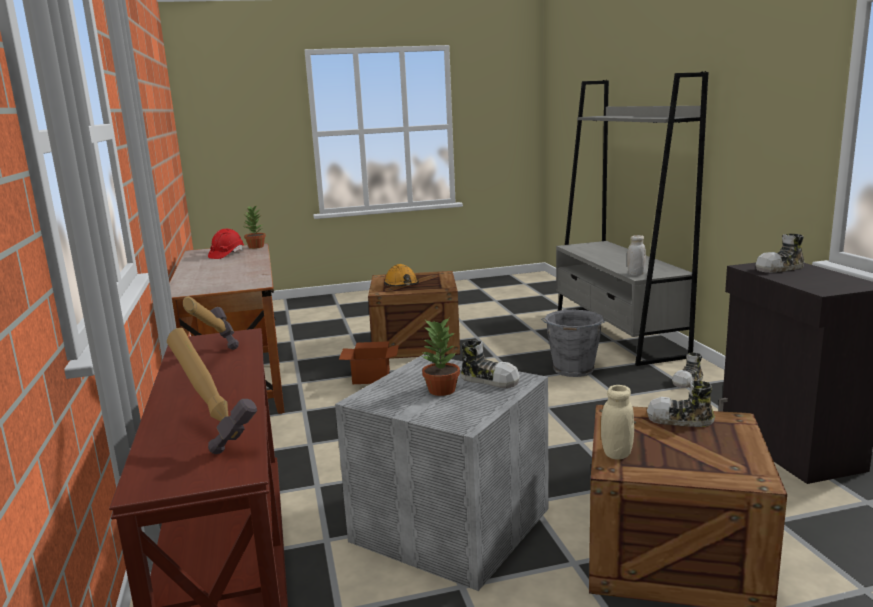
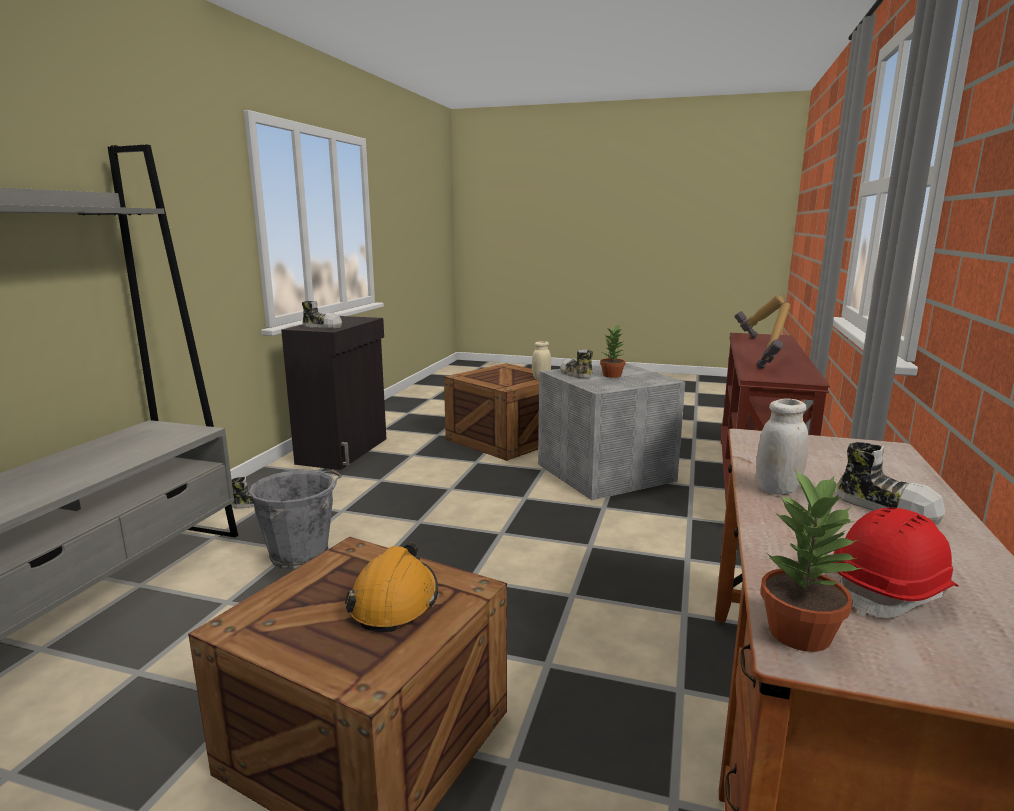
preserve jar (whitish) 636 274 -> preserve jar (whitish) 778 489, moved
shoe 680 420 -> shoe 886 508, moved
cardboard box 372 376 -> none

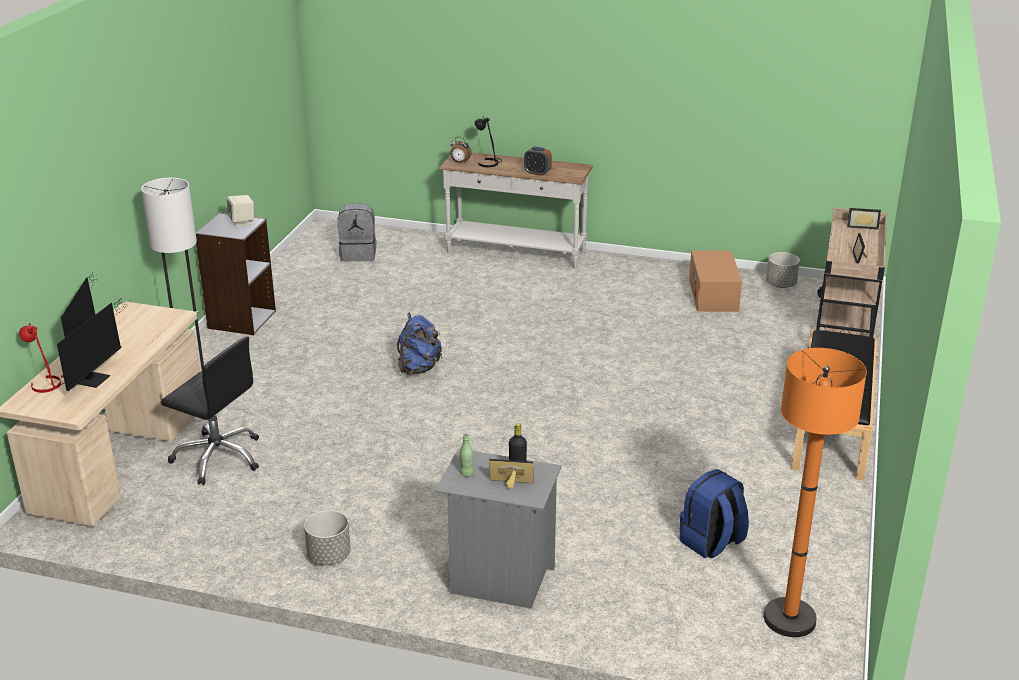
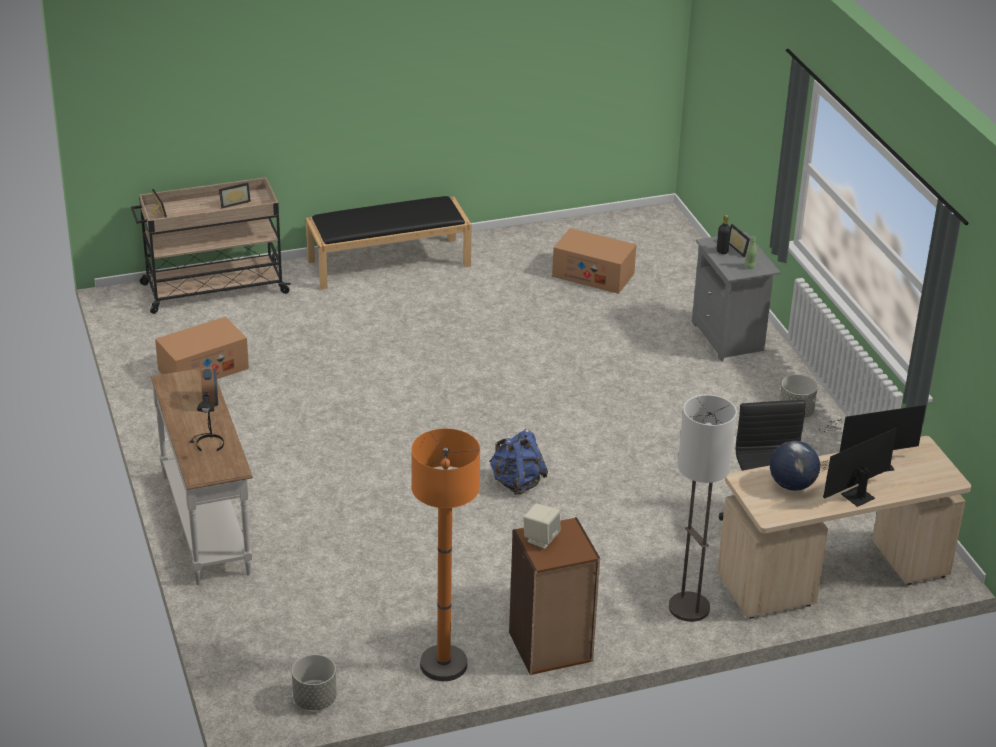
flower pot (greyish) 781 284 -> flower pot (greyish) 314 700, moved
floor lamp (orange) 789 619 -> floor lamp (orange) 443 664, moved
bookcase (greyish) 241 319 -> bookcase (brownish) 550 647
rucksack (blue-coloured) 711 542 -> cardboard box 593 275
none -> globe 791 485
tabletop lamp (red) 48 384 -> none
rucksack (greyish) 358 254 -> none
table clock 460 162 -> none

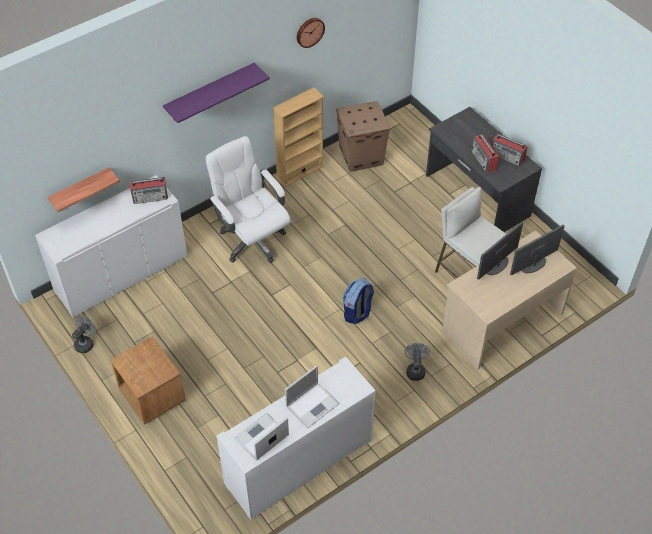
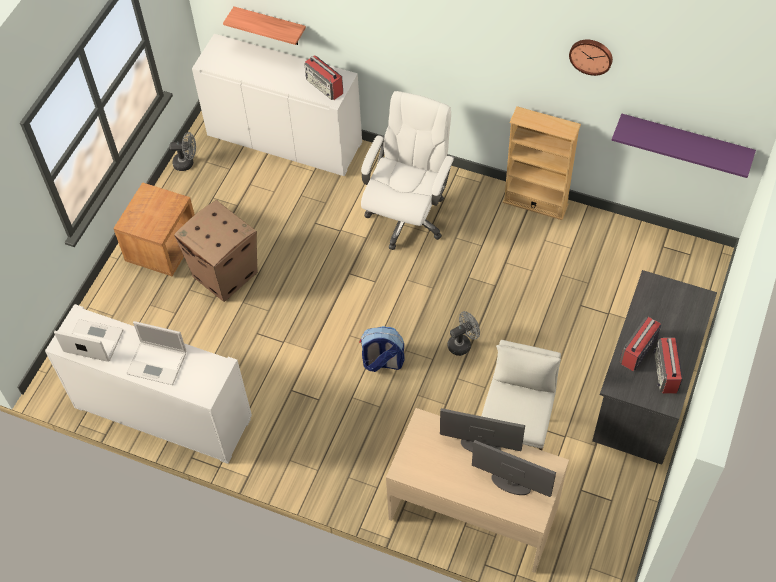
cardboard box 362 156 -> cardboard box 225 274, moved
fan (greyish) 415 370 -> fan (greyish) 462 343, moved
shelf (purplish) 210 92 -> shelf (purplish) 685 141, moved

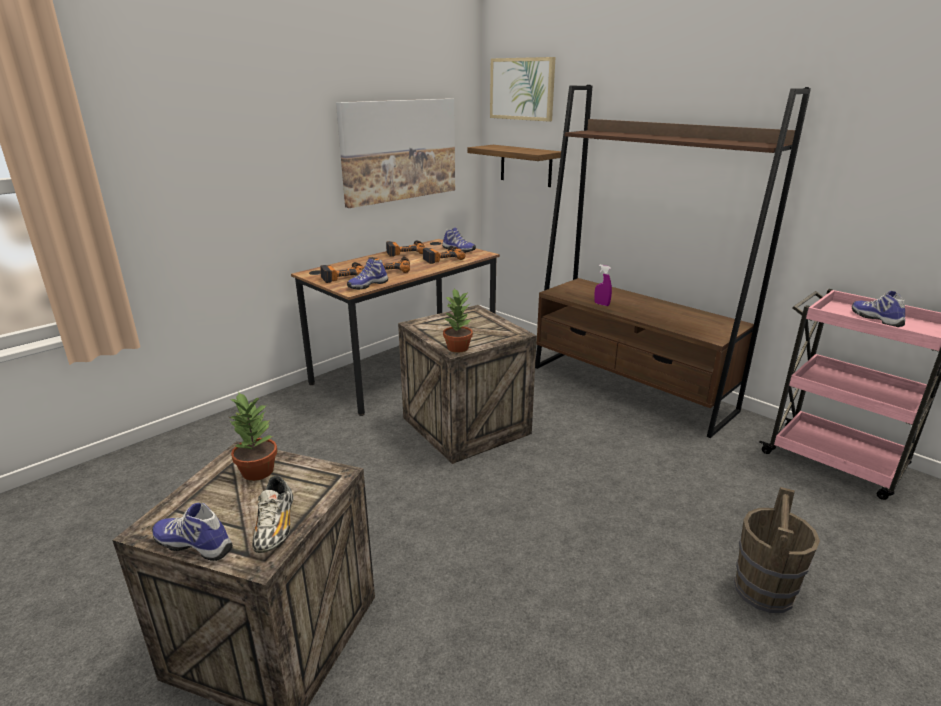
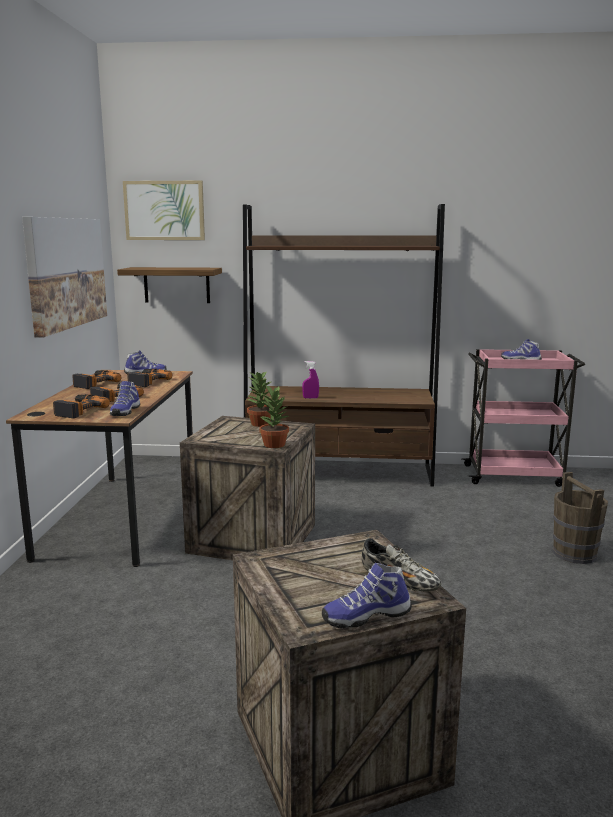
houseplant 257 471 -> houseplant 260 424, moved

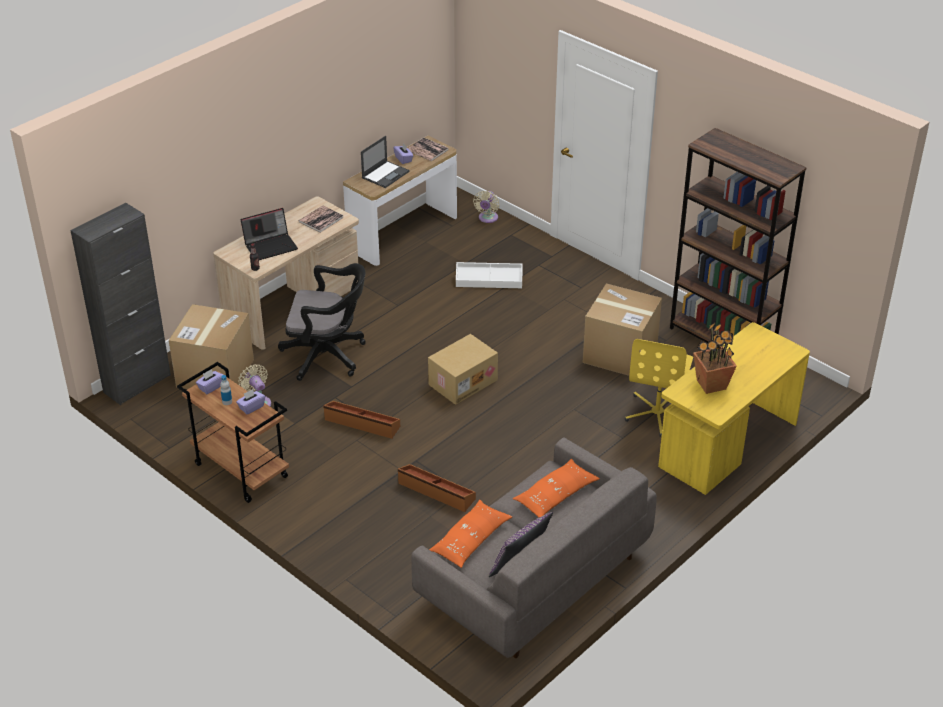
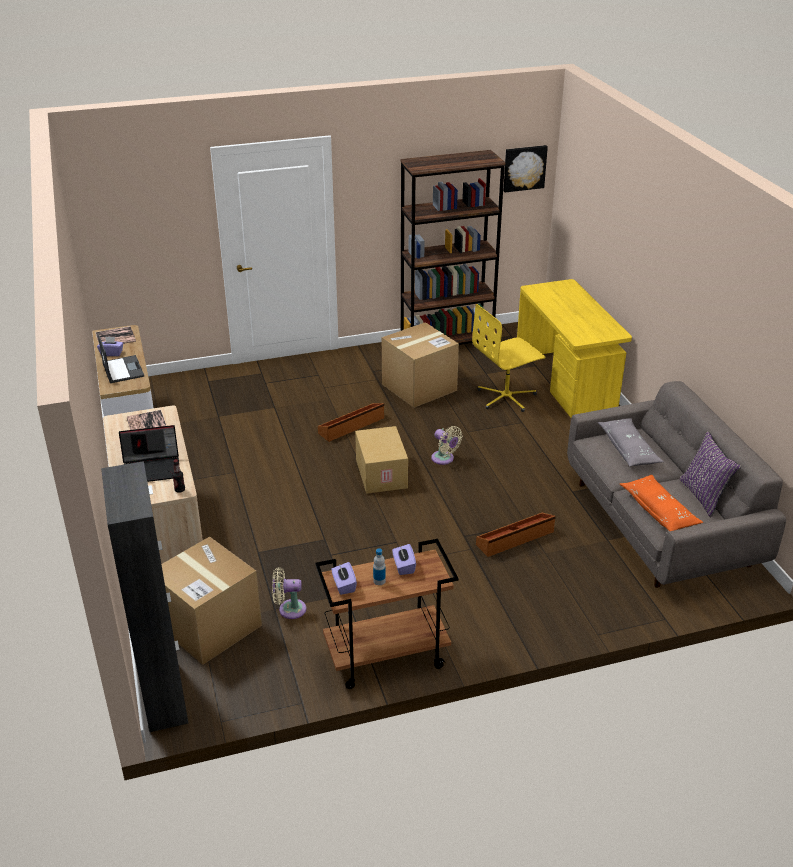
laptop 271 246 -> laptop 152 468, 75 degrees clockwise
storage box (brownish) 362 423 -> storage box (brownish) 352 426, moved
fan (beige-coloured) 487 218 -> fan (beige-coloured) 444 459, moved
office chair (yellowish) 657 413 -> office chair (yellowish) 506 397, 105 degrees clockwise
none -> wall art 524 168
throw pillow (orange) 556 495 -> throw pillow (greyish) 628 449
office chair (black) 328 356 -> none
storage box (whitish) 489 281 -> none
houseplant 711 384 -> none

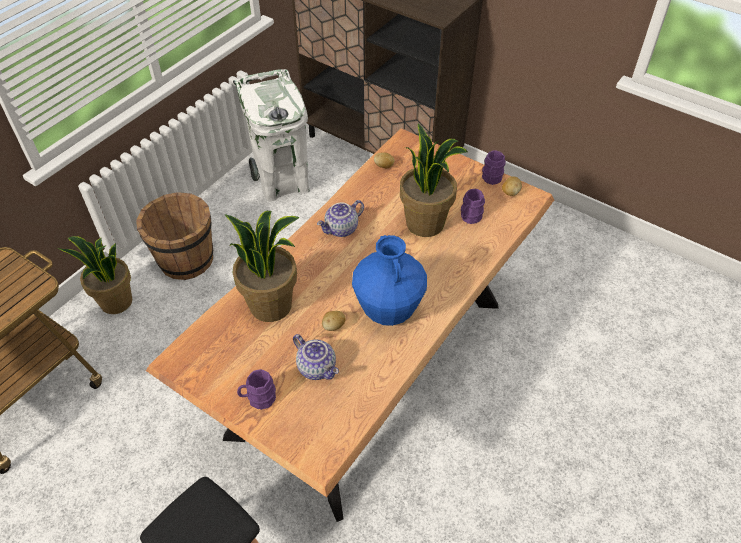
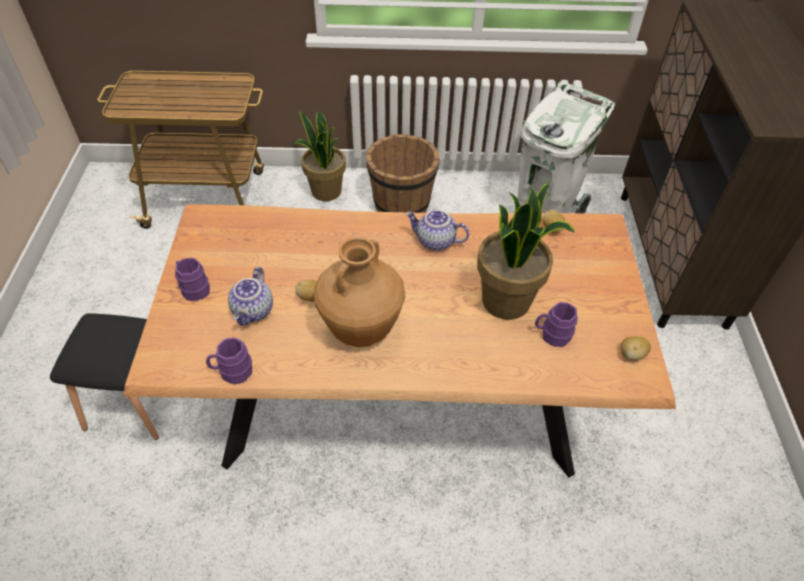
tea mug (purplish) 491 179 -> tea mug (purplish) 232 372, moved
flower vase (blue-coloured) 388 312 -> flower vase (brownish) 361 330
houseplant 271 304 -> none

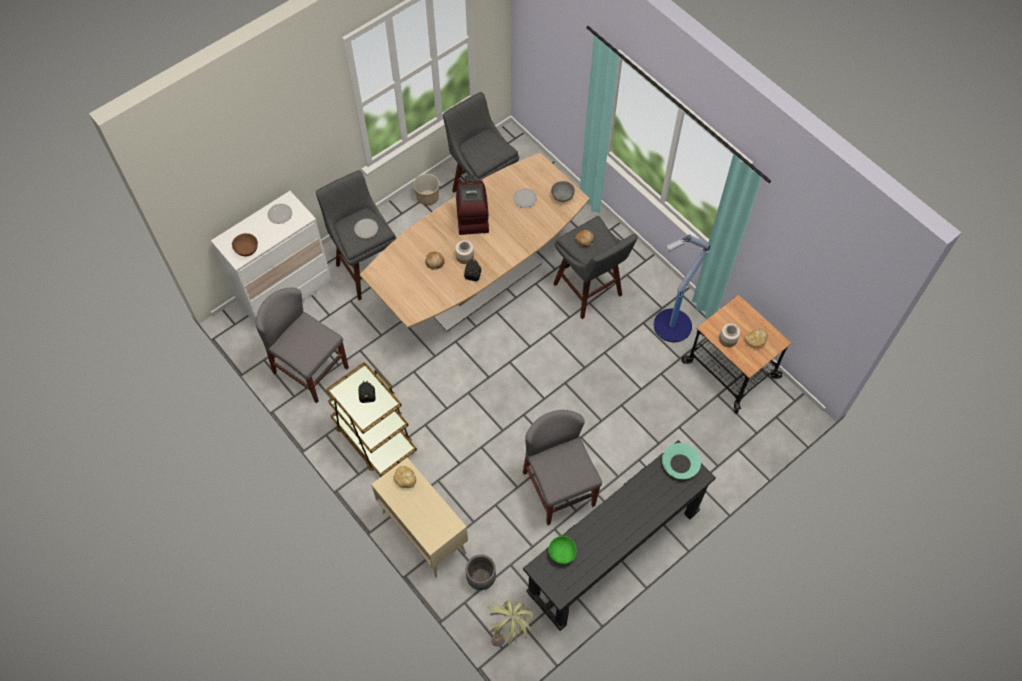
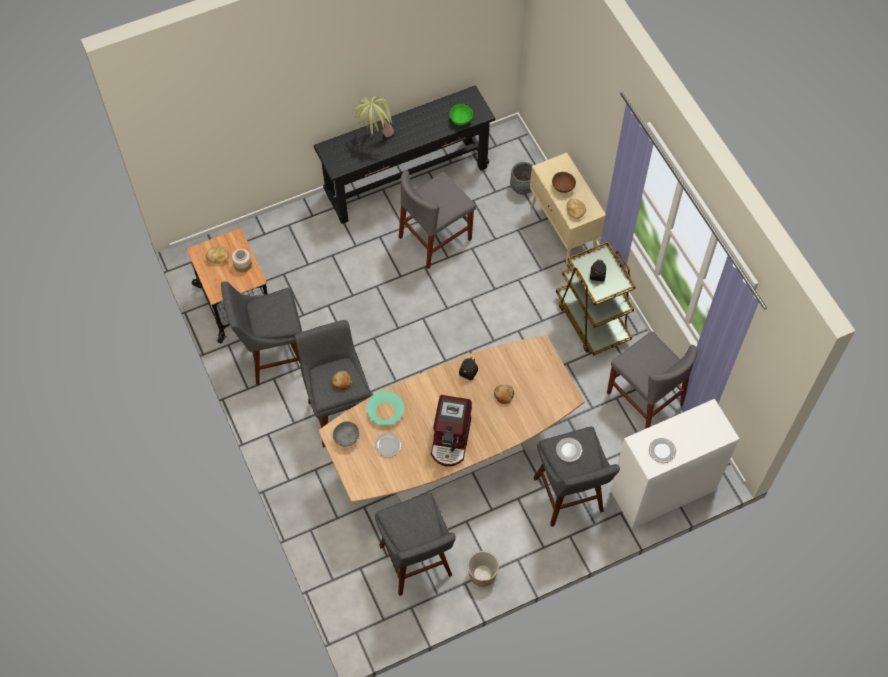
floor lamp 671 326 -> sitting stool (greyish) 272 357
houseplant 510 632 -> houseplant 375 137, moved
serving bowl (turquoise) 680 463 -> serving bowl (turquoise) 385 411, moved
upright chair (greyish) 559 489 -> upright chair (greyish) 435 238, 60 degrees clockwise
serving bowl (brownish) 247 249 -> serving bowl (brownish) 563 188, moved
preserve jar 465 257 -> none

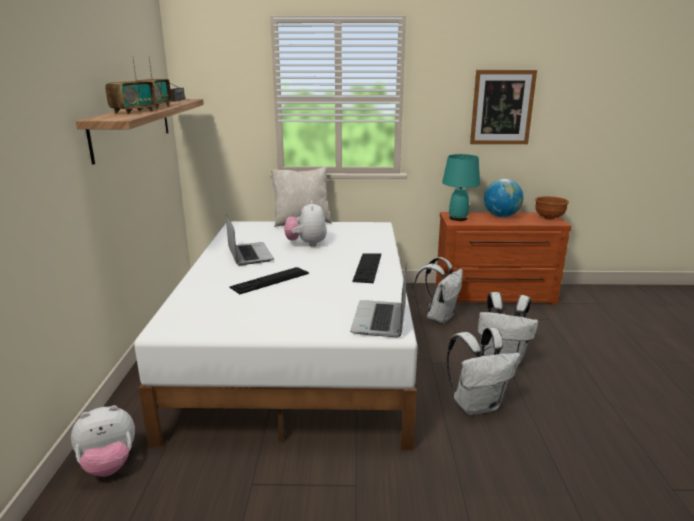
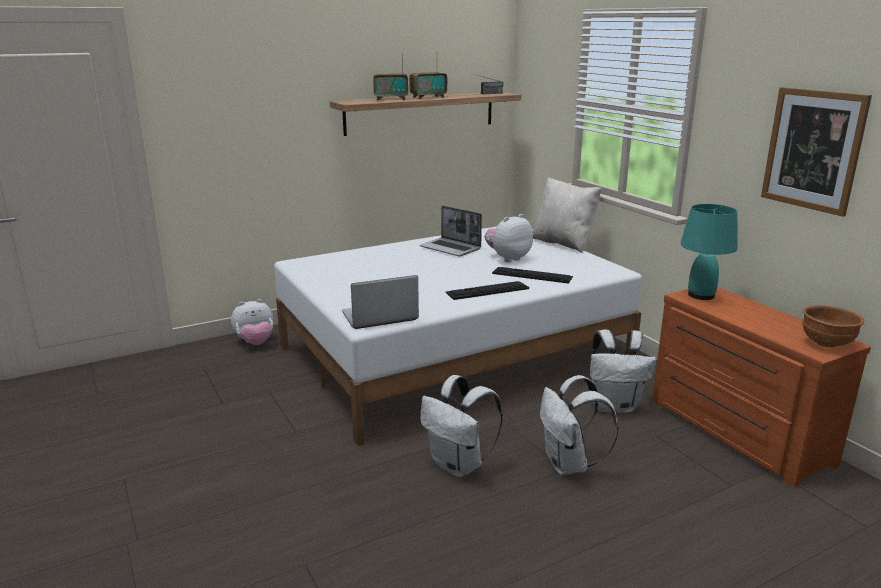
plush toy 109 465 -> plush toy 255 343, 60 degrees counterclockwise
laptop 249 254 -> laptop 451 248, 90 degrees clockwise
PC keyboard 270 280 -> PC keyboard 532 275, moved
globe 501 216 -> none

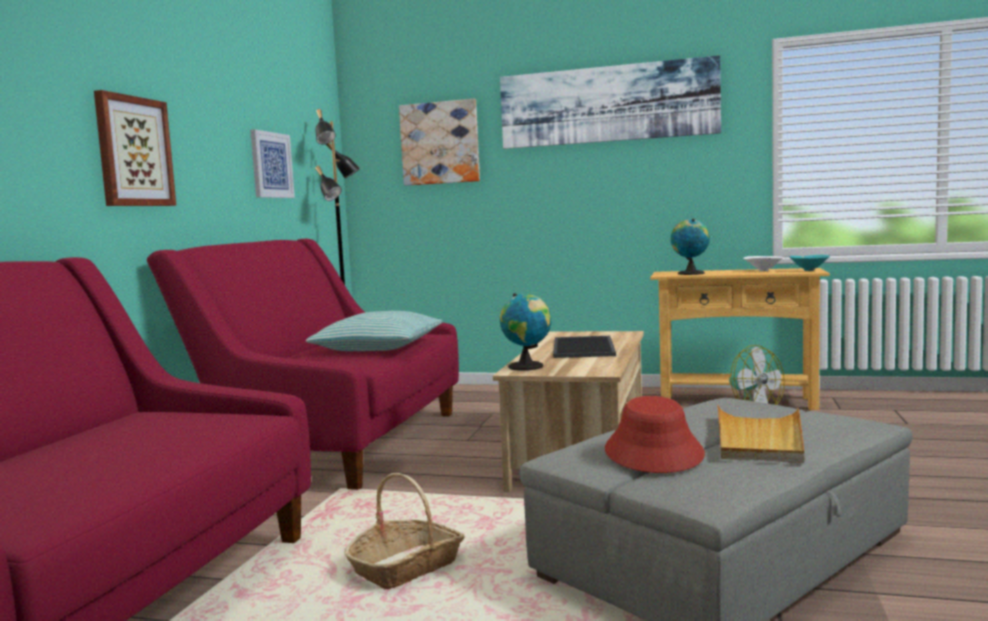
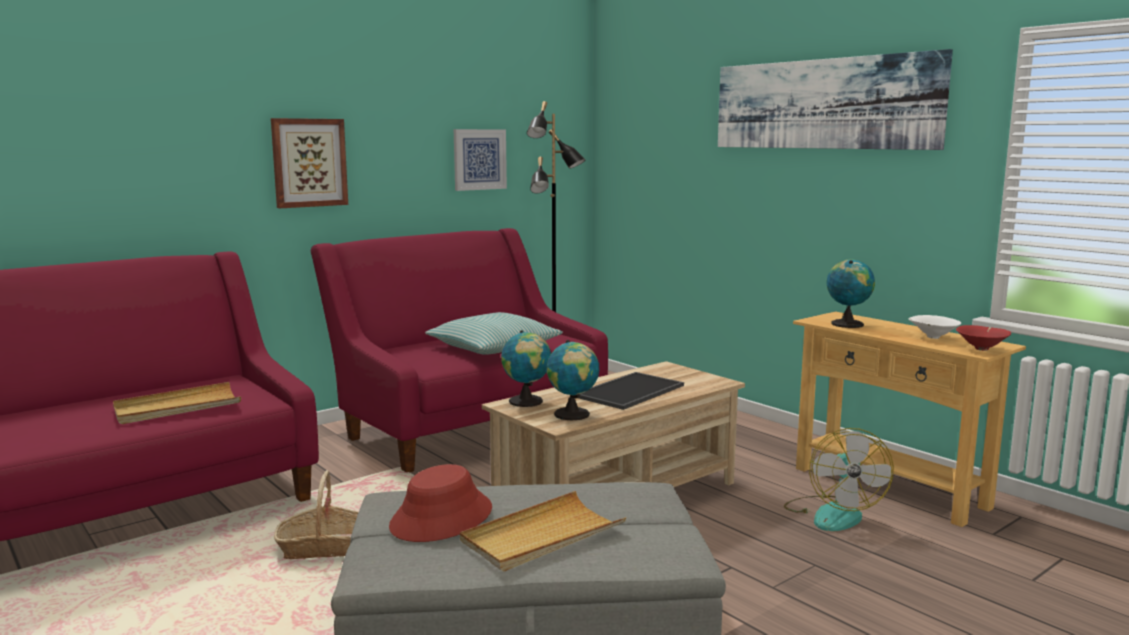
none -> carrying tray (beige-coloured) 177 407
none -> globe 573 415
serving bowl (turquoise) 808 270 -> serving bowl (red) 982 349
wall art 440 143 -> none

